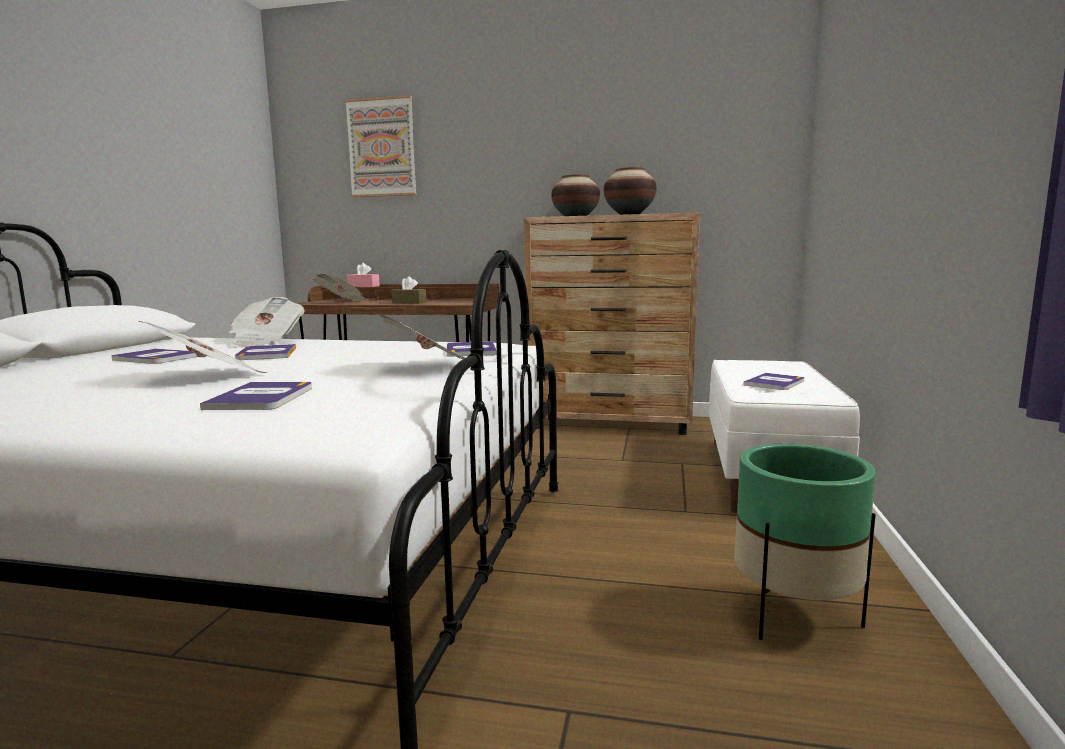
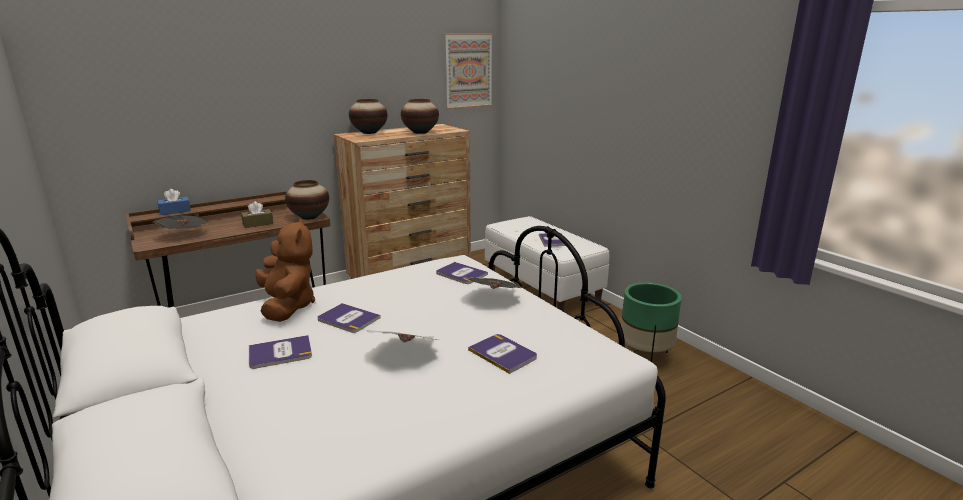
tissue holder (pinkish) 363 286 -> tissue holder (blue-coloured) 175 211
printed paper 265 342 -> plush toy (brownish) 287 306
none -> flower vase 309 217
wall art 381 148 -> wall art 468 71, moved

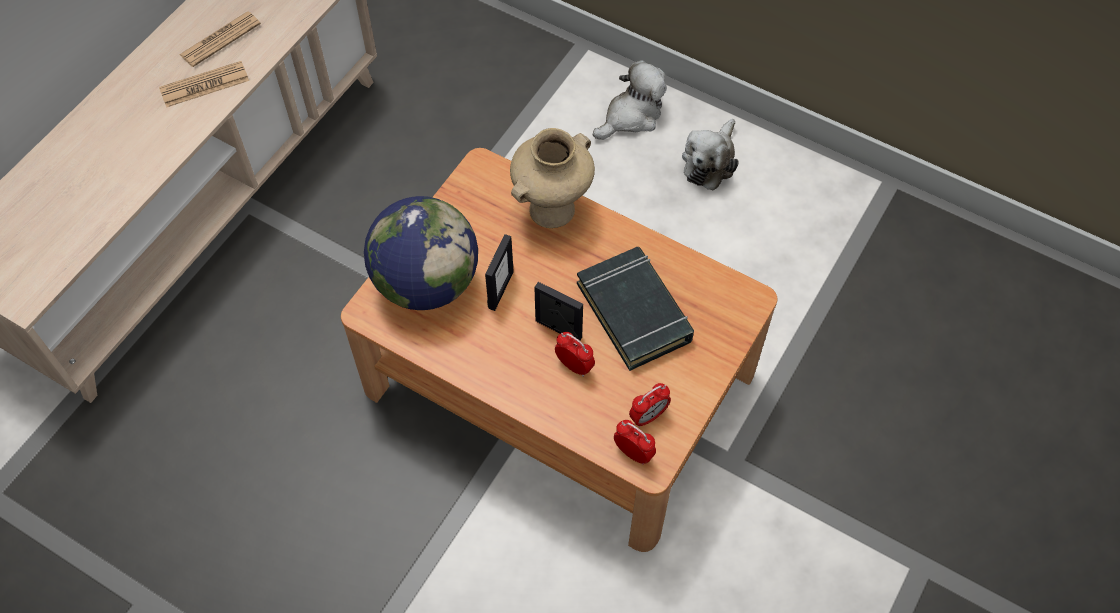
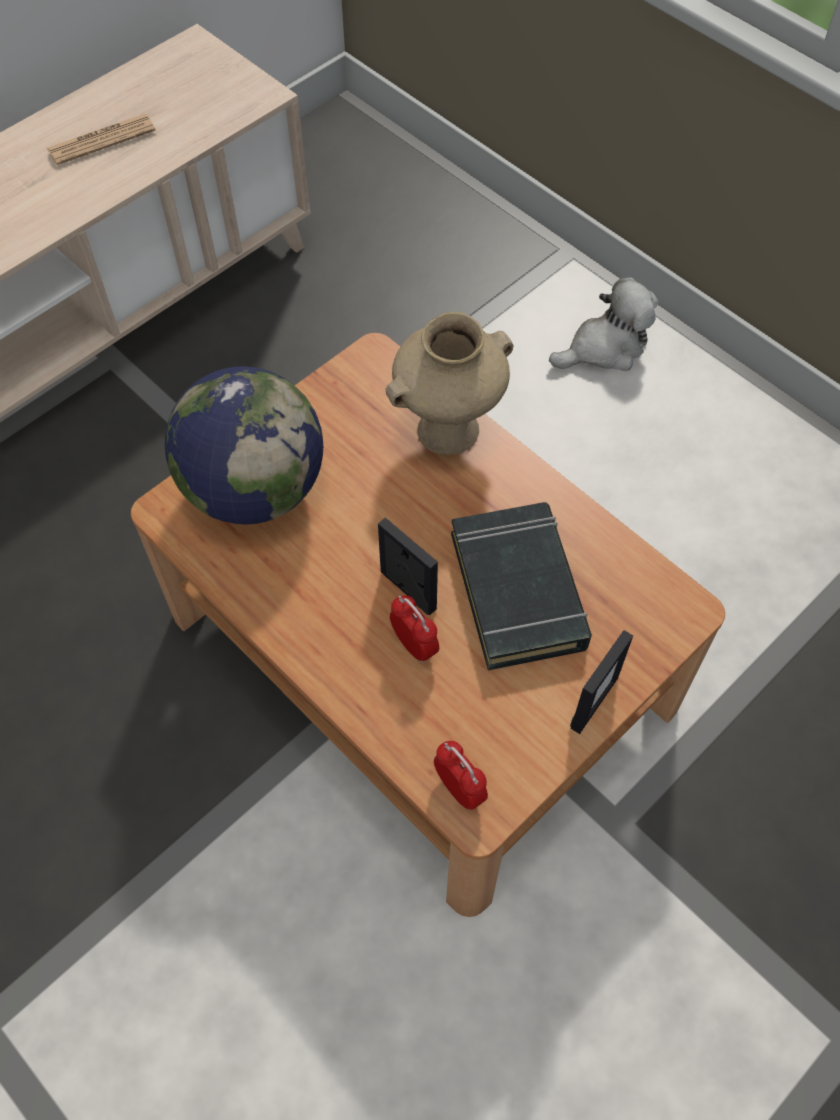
standing frame 500 290 -> standing frame 593 702, moved
printed paper 204 85 -> none
table clock 648 416 -> none
plush toy 710 162 -> none

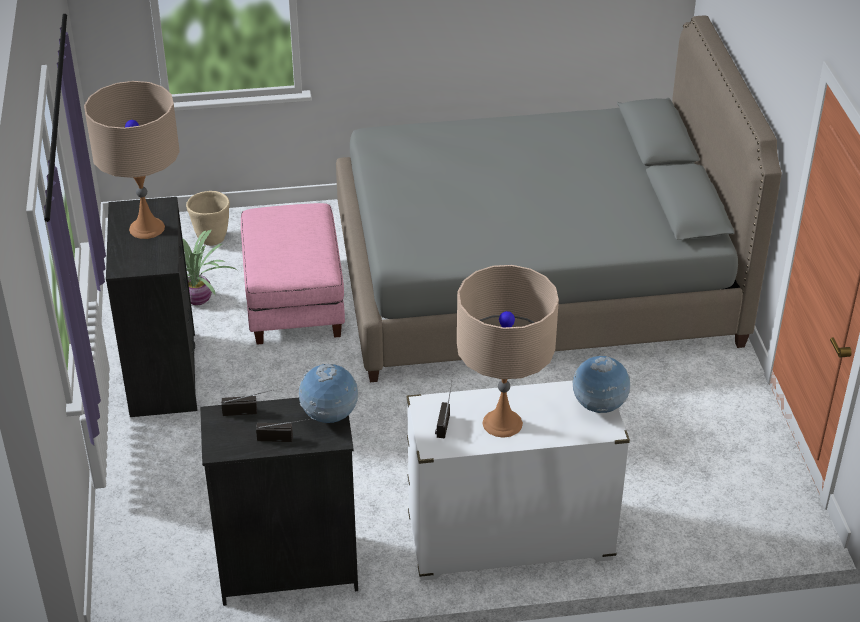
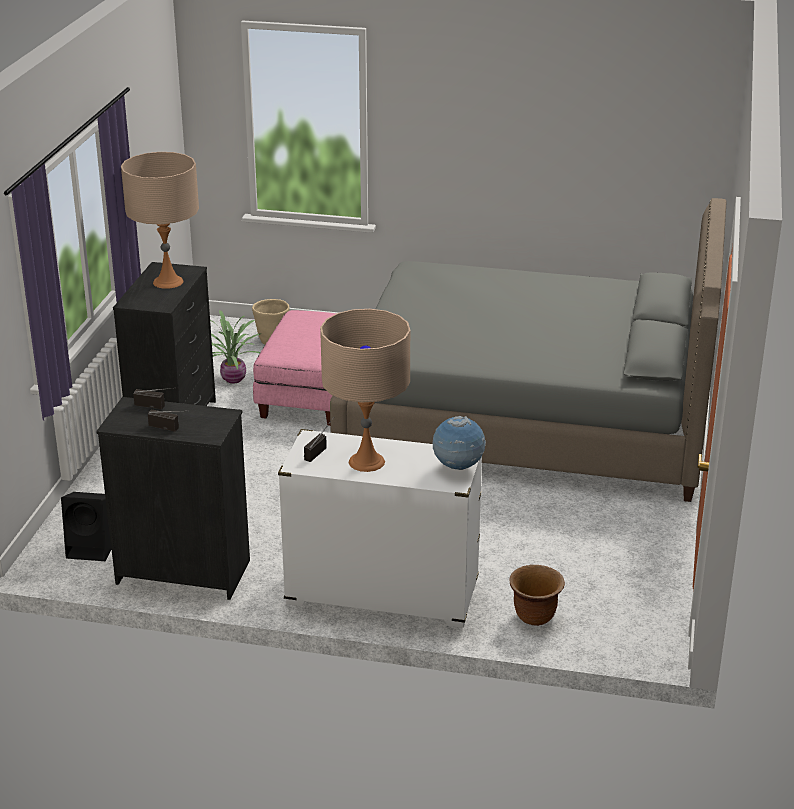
none -> audio speaker (black) 93 548
none -> flower pot (brownish) 535 616
globe 329 417 -> none

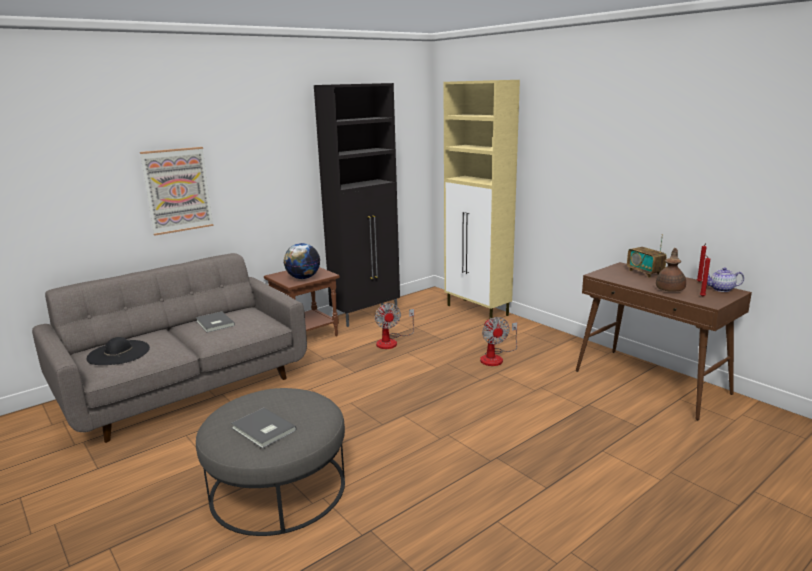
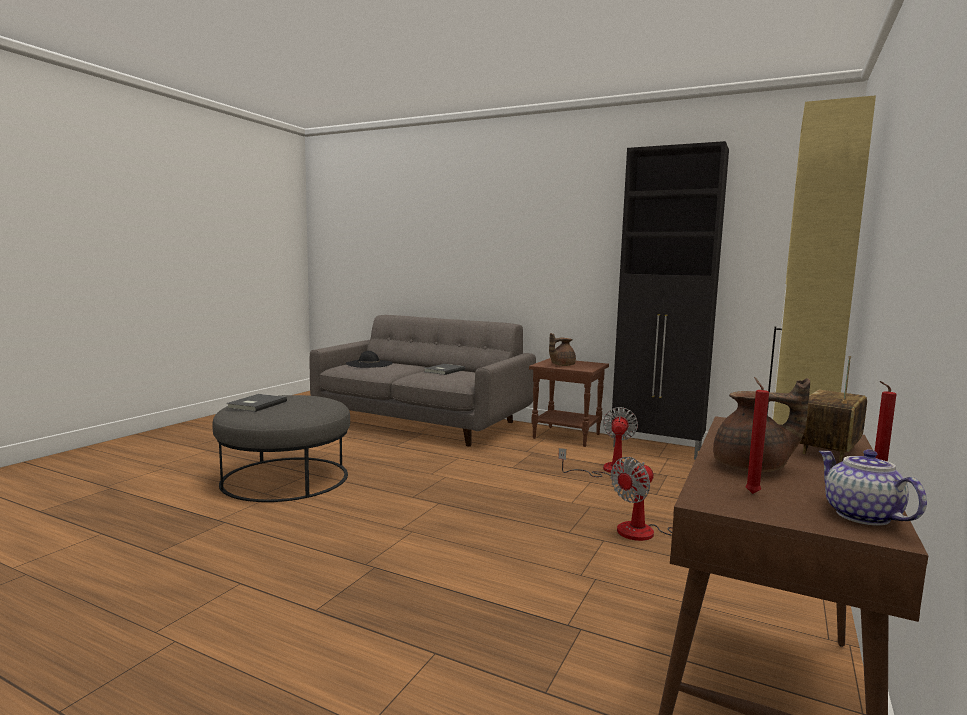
globe 303 278 -> tea pot (brownish) 561 365
fan 391 341 -> fan 607 470, 150 degrees clockwise
wall art 177 190 -> none

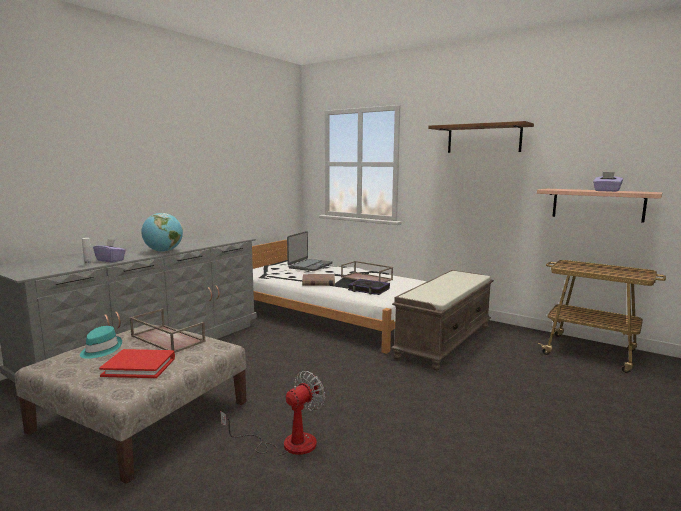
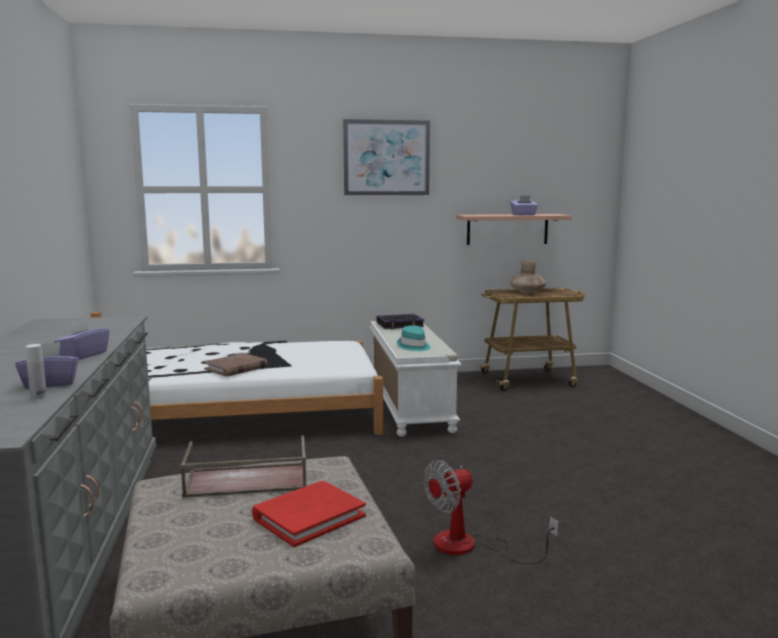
globe 163 251 -> tissue holder (purplish) 83 355
shelf (brownish) 483 139 -> wall art 386 158
bench (brownish) 444 341 -> bench (whitish) 408 405
volume 368 290 -> volume 400 325, moved
hat (turquoise) 100 349 -> hat (turquoise) 413 346, moved
fan 287 444 -> fan 470 547, 120 degrees counterclockwise
none -> flower vase (brownish) 527 292
laptop 310 266 -> none
carrying tray (brownish) 367 278 -> none

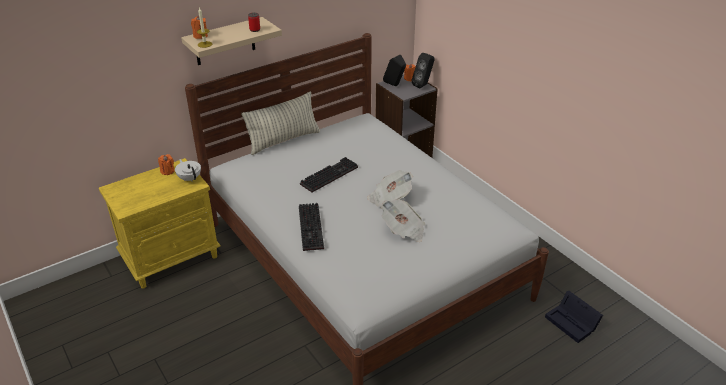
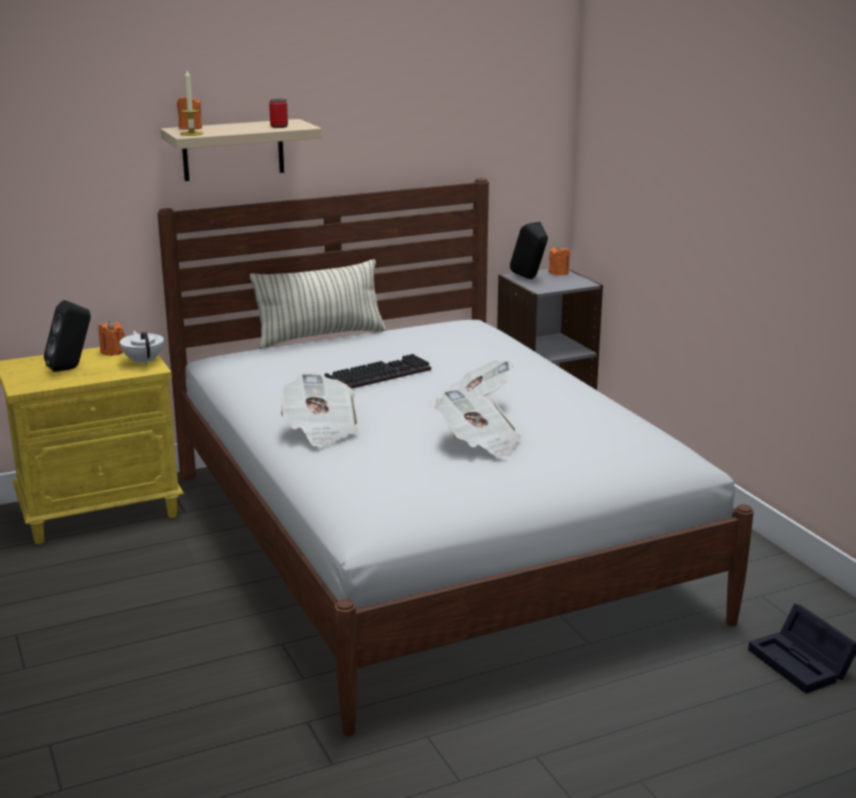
audio speaker (black) 423 85 -> audio speaker (black) 71 368, moved
PC keyboard 312 228 -> printed paper 320 430

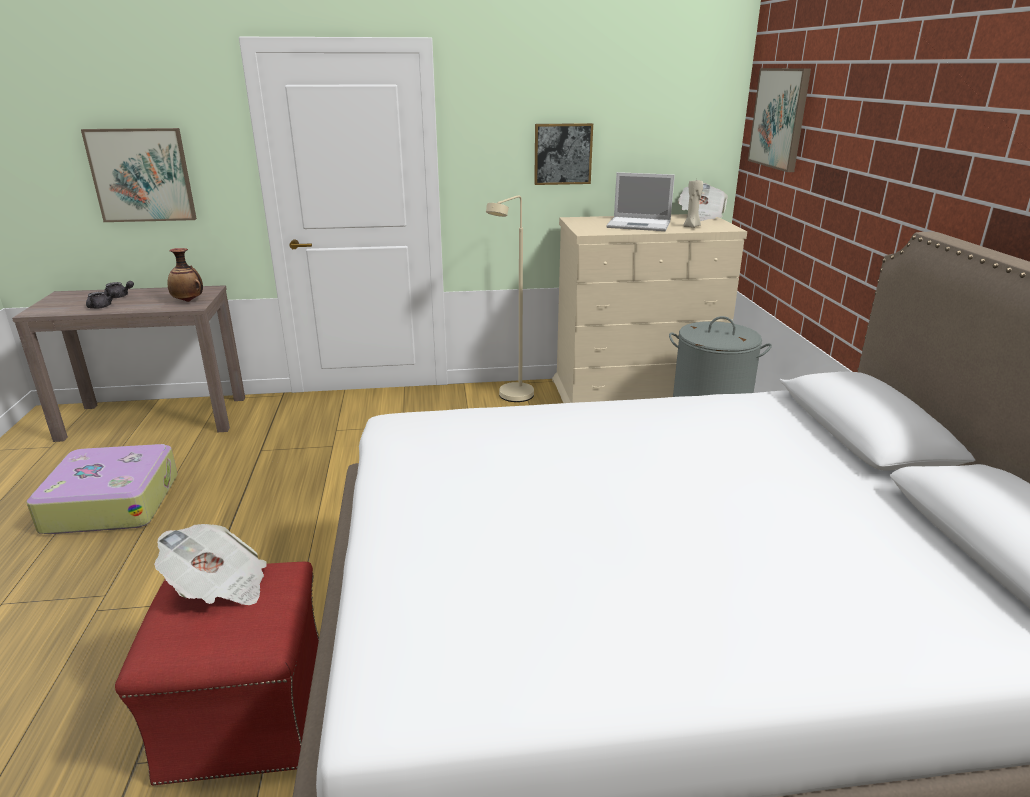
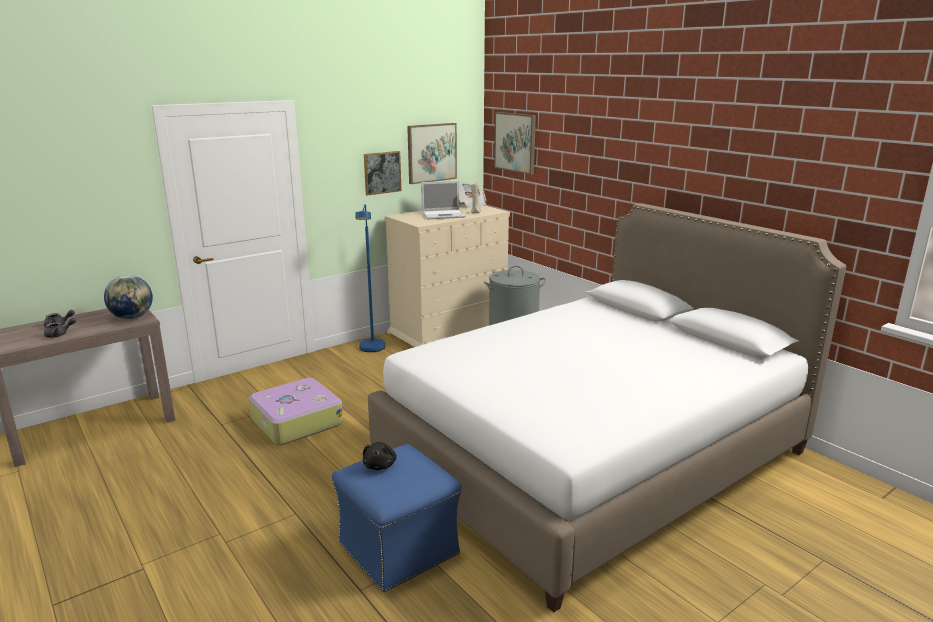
flower vase 189 301 -> globe 132 317
suitcase 112 502 -> suitcase 295 421, moved
pouffe (red) 246 717 -> pouffe (blue-coloured) 399 549
floor lamp (beige-coloured) 512 398 -> floor lamp (blue-coloured) 372 350
printed paper 219 587 -> plush toy (black) 380 465
wall art 142 175 -> wall art 431 153, moved

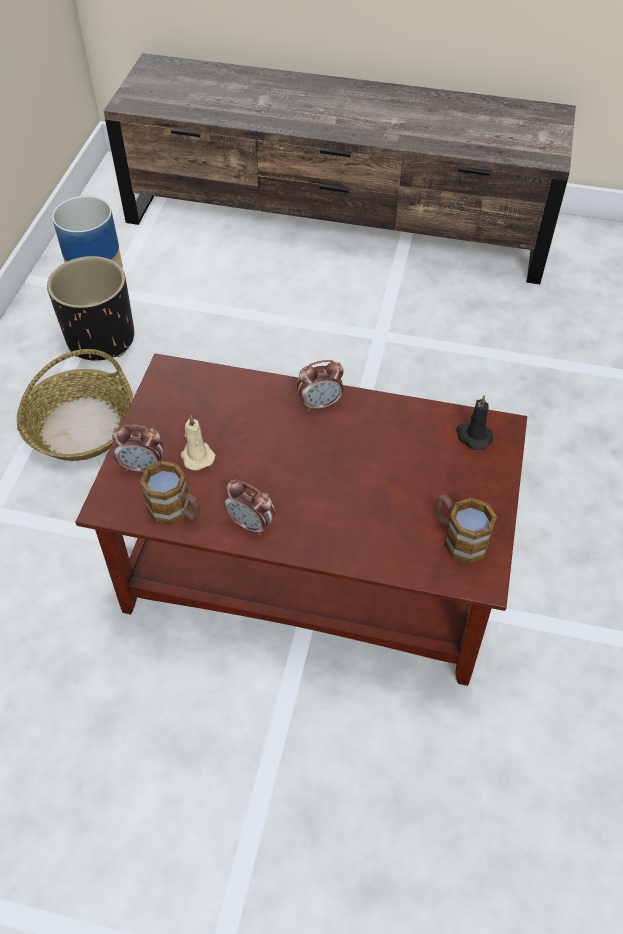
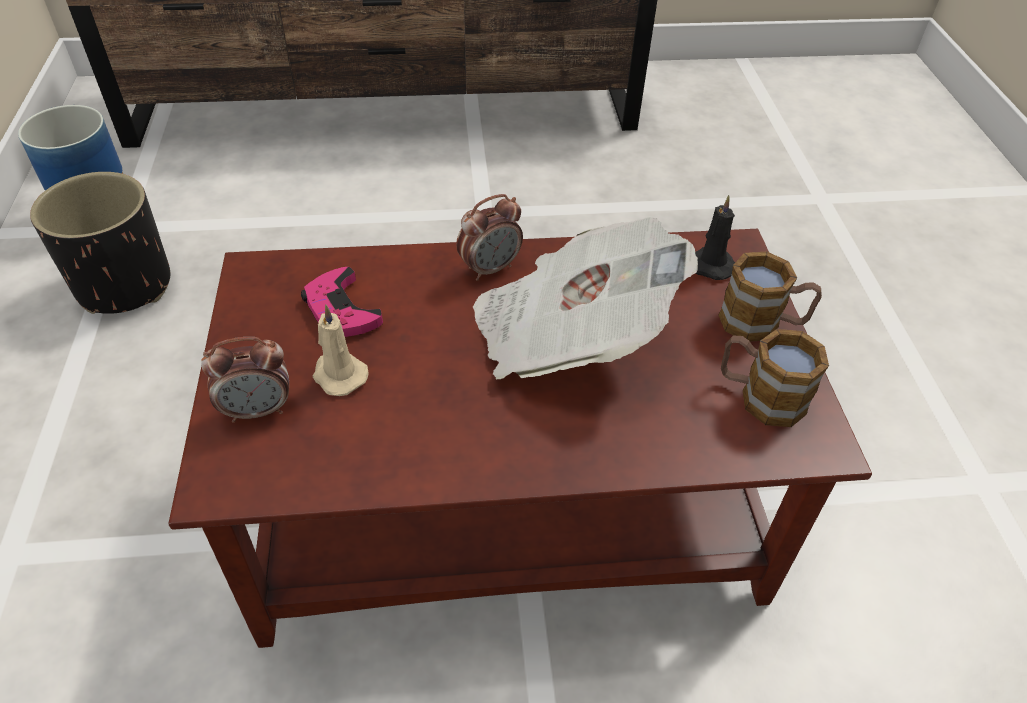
none -> joypad (pinkish) 341 310
none -> printed paper 569 335
tea mug 176 511 -> tea mug 762 323, moved
basket 81 426 -> none
table clock 251 524 -> none

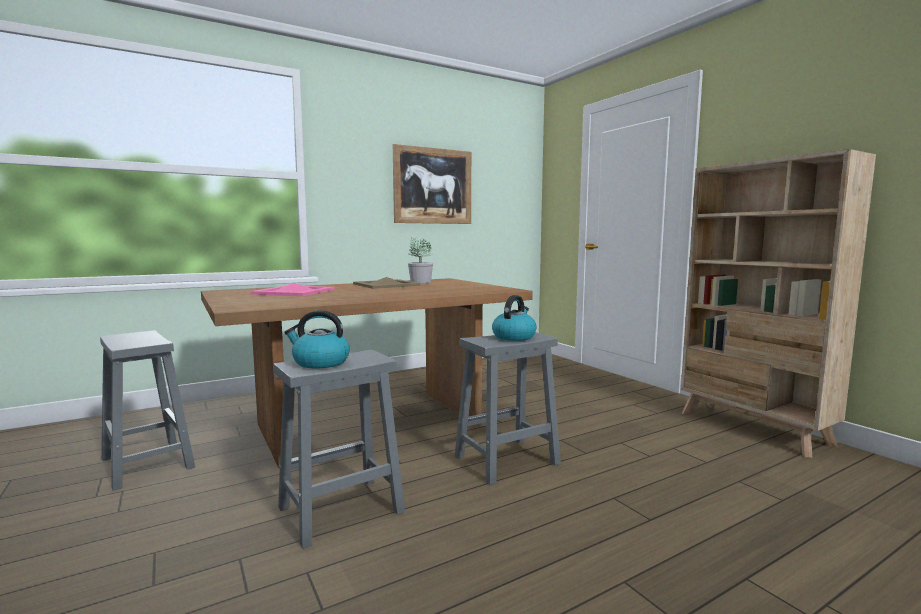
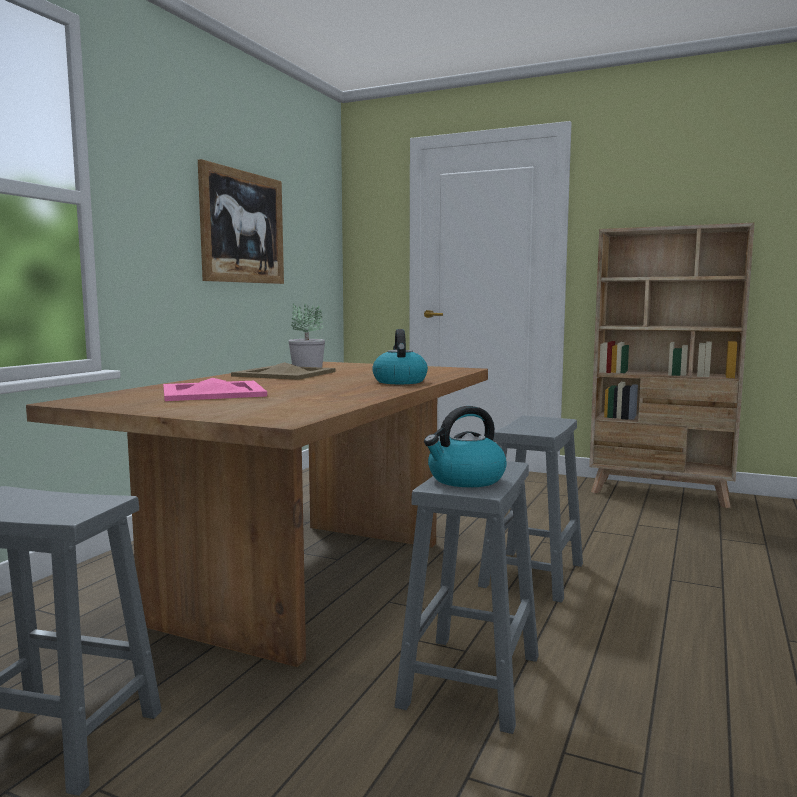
water kettle 514 337 -> water kettle 399 381, moved

